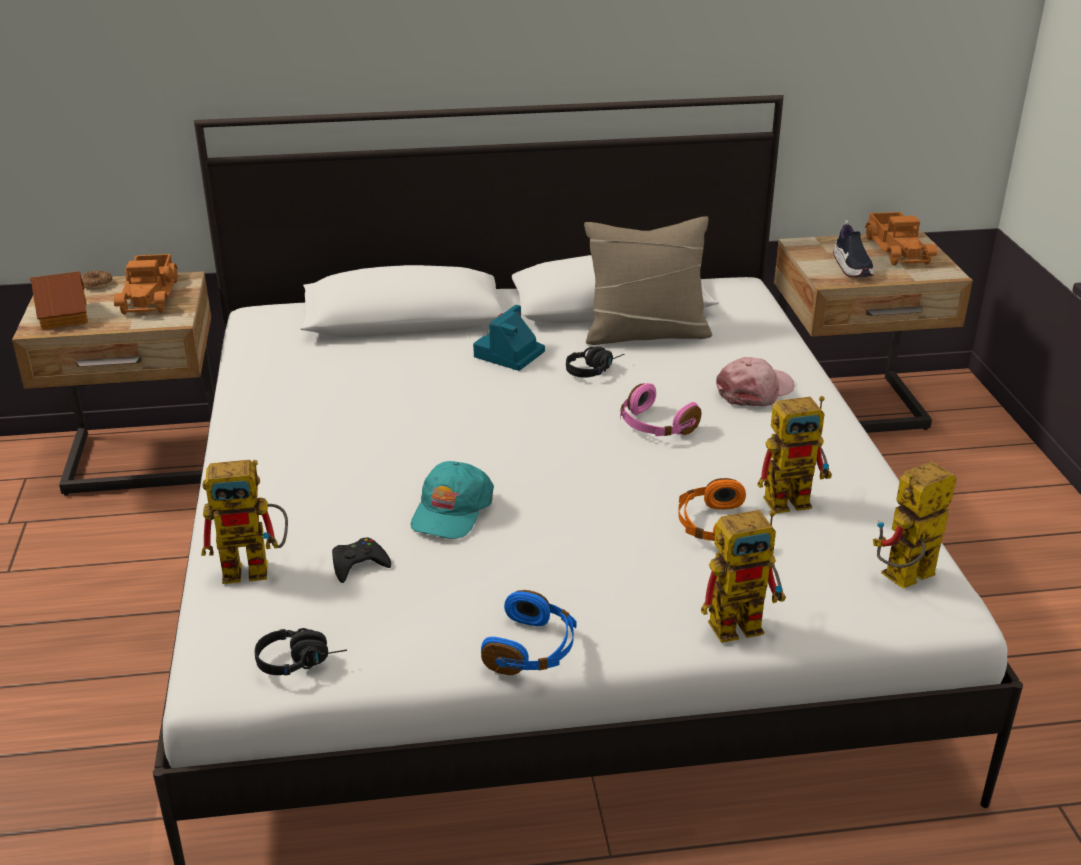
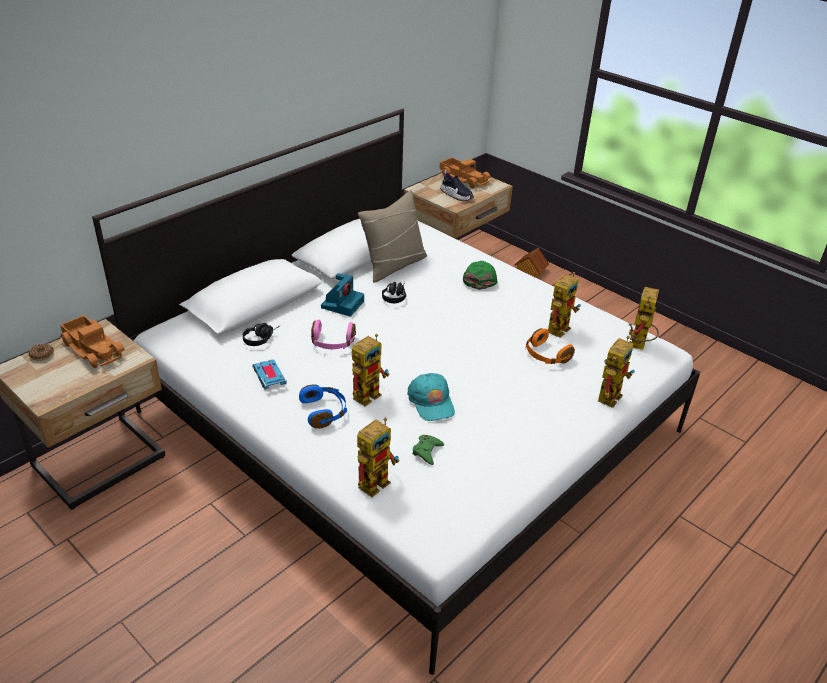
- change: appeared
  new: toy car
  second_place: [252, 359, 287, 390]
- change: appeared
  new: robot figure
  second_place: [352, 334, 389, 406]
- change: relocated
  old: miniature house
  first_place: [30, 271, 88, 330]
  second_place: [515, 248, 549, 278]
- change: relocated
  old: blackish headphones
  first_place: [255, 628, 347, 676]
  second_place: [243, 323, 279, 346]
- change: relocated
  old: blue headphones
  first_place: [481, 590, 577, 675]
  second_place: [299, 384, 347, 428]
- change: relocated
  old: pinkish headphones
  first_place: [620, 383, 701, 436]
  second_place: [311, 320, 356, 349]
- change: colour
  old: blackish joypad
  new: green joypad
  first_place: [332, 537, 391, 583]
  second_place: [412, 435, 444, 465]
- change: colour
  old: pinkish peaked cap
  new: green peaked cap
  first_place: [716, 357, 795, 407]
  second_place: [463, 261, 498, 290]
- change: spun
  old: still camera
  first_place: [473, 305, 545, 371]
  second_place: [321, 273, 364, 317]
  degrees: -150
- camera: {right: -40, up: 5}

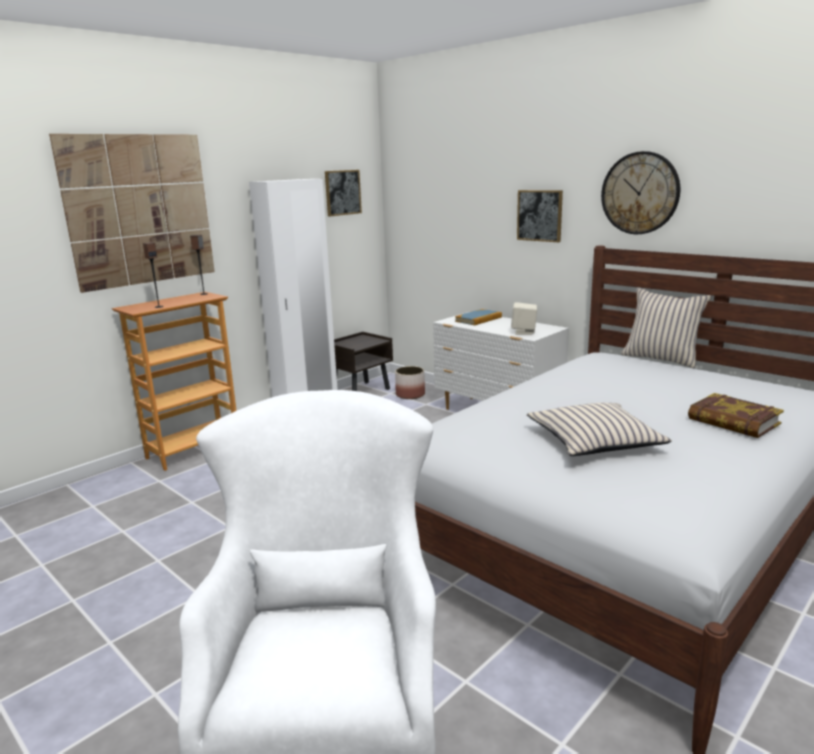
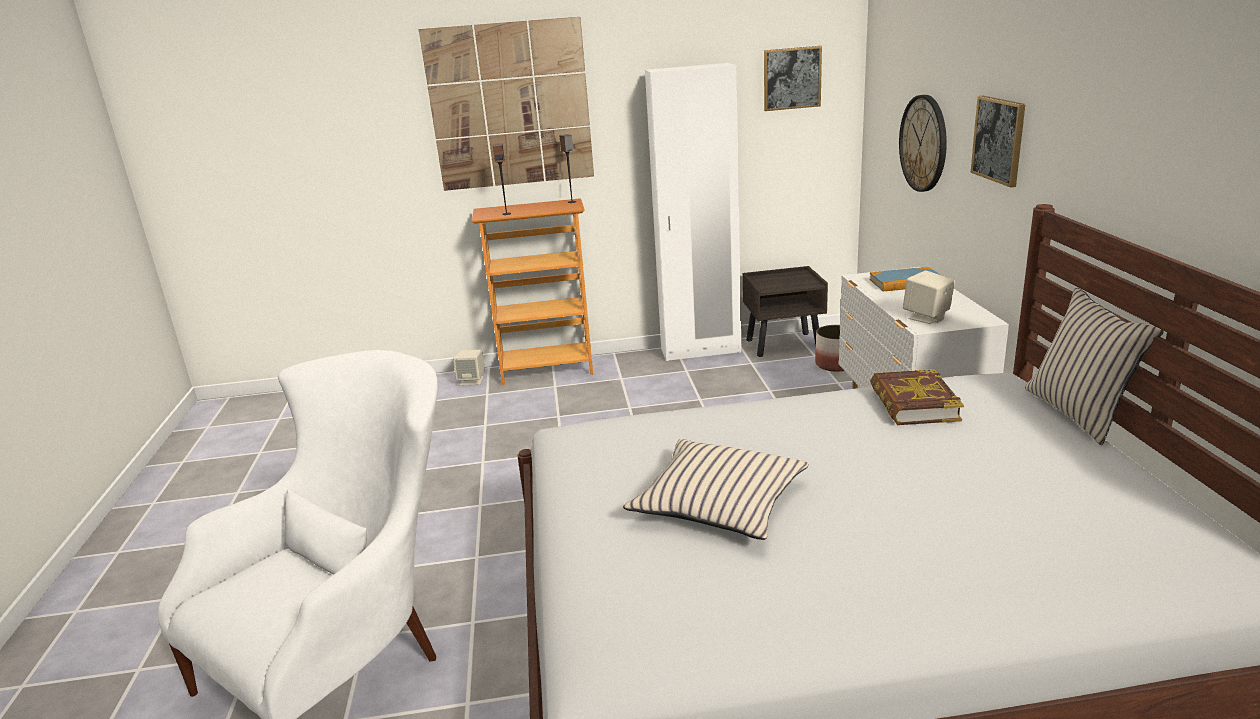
- change: appeared
  new: beige-coloured audio speaker
  second_place: [453, 350, 485, 386]
- change: relocated
  old: clock on the wall
  first_place: [601, 151, 680, 234]
  second_place: [899, 95, 947, 192]
- change: relocated
  old: volume
  first_place: [688, 393, 784, 438]
  second_place: [870, 369, 964, 425]
- camera: {right: 40, up: 5}

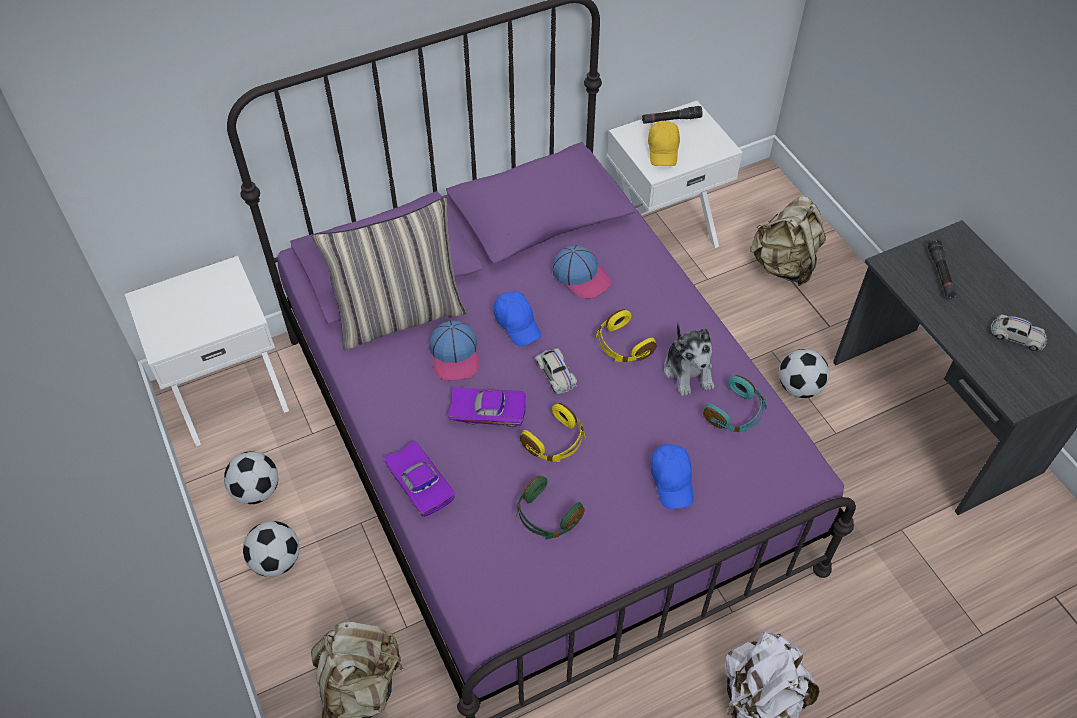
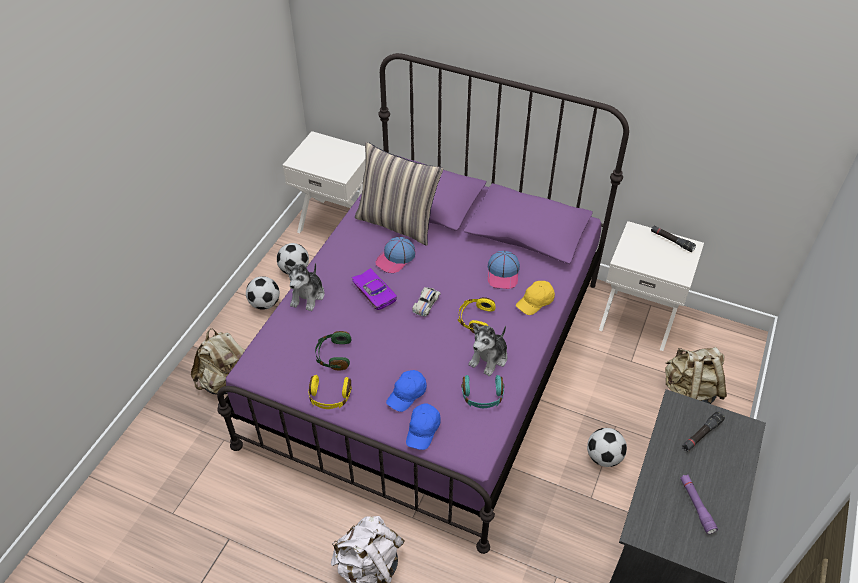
- change: relocated
  old: blue peaked cap
  first_place: [494, 292, 541, 346]
  second_place: [406, 403, 441, 450]
- change: relocated
  old: yellowish headphones
  first_place: [520, 403, 585, 462]
  second_place: [309, 375, 352, 409]
- change: relocated
  old: yellowish peaked cap
  first_place: [648, 121, 680, 166]
  second_place: [516, 281, 555, 315]
- change: exchanged
  old: purplish toy car
  new: cuddly toy
  first_place: [384, 441, 455, 517]
  second_place: [284, 263, 324, 311]
- change: exchanged
  old: white-coloured toy car
  new: purplish flashlight
  first_place: [991, 314, 1048, 351]
  second_place: [680, 474, 718, 534]
- camera: {right: 50, up: -5}

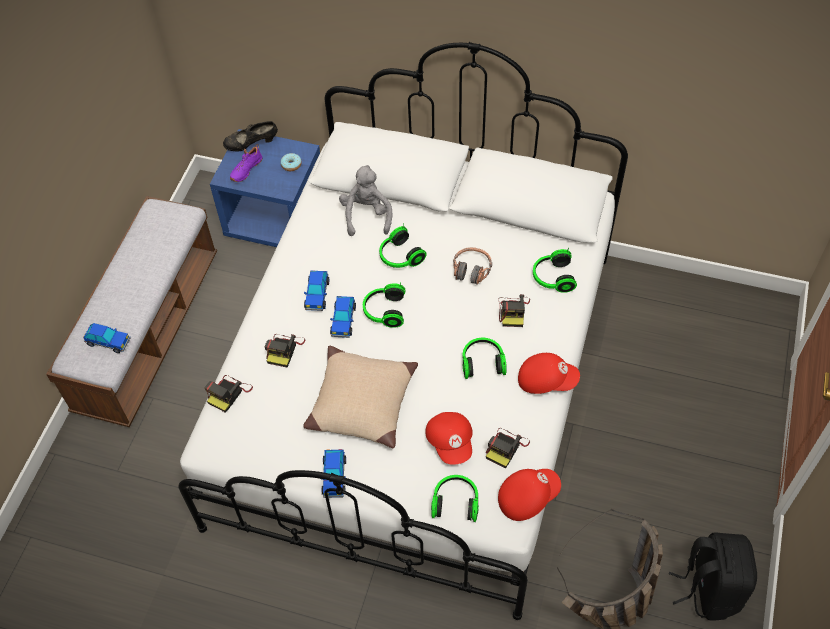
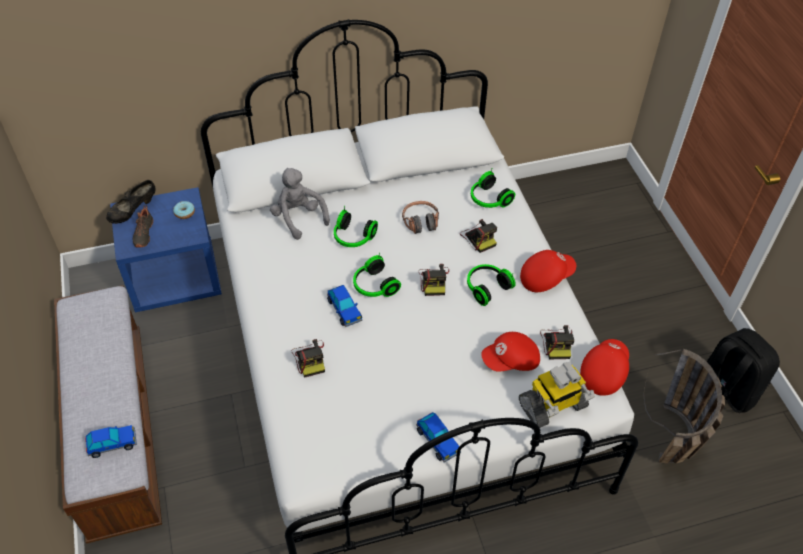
- change: missing
  old: beige-coloured cushion
  first_place: [303, 346, 418, 448]
- change: missing
  old: toy car
  first_place: [304, 270, 329, 311]
- change: relocated
  old: still camera
  first_place: [204, 375, 253, 413]
  second_place: [419, 264, 449, 296]
- change: exchanged
  old: headphones
  new: robot figure
  first_place: [431, 475, 479, 522]
  second_place: [519, 362, 595, 428]
- change: colour
  old: purplish shoe
  new: blackish shoe
  first_place: [230, 144, 262, 182]
  second_place: [133, 205, 154, 247]
- change: spun
  old: red-coloured peaked cap
  first_place: [425, 412, 473, 465]
  second_place: [481, 332, 540, 372]
  degrees: 120
- camera: {right: -35, up: -5}

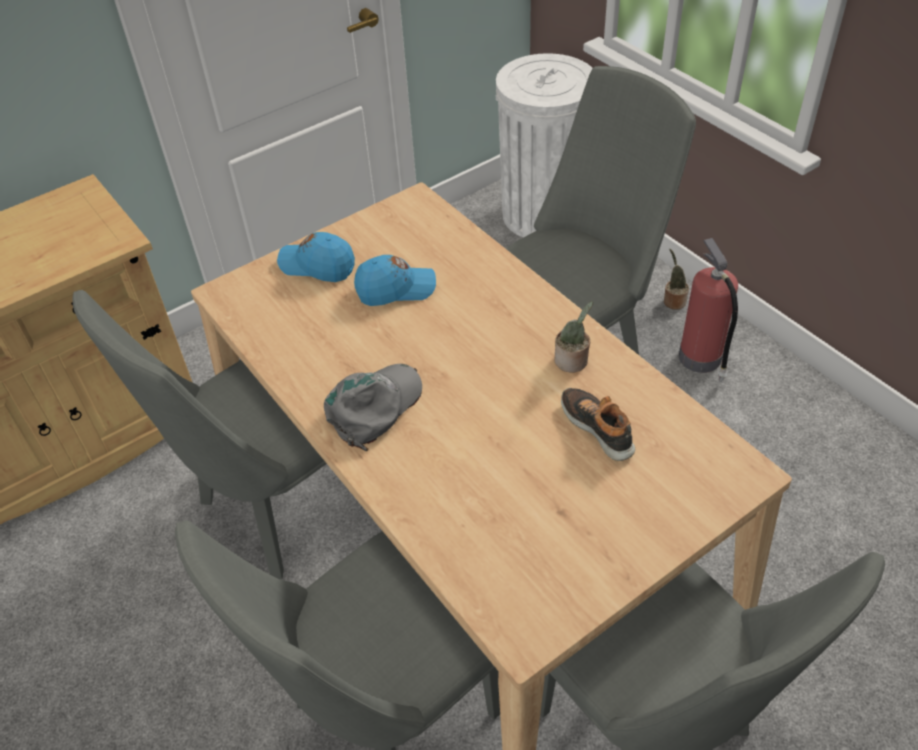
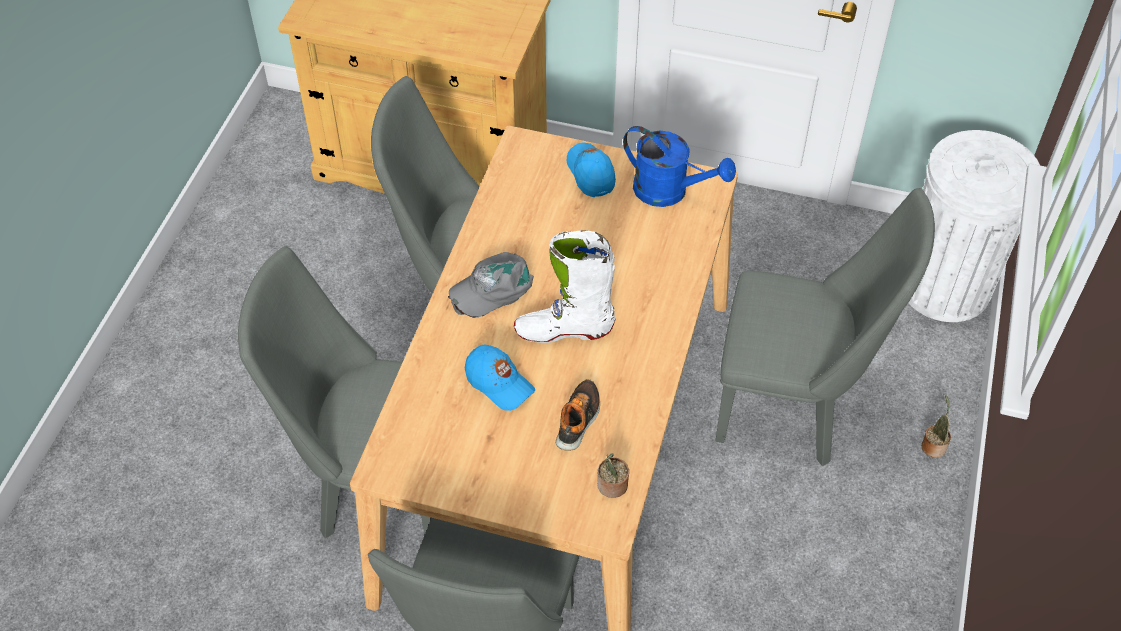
- change: missing
  old: extinguisher
  first_place: [679, 238, 738, 382]
- change: appeared
  new: white-coloured high-top boot
  second_place: [514, 230, 615, 343]
- change: appeared
  new: blue watering pot
  second_place: [623, 126, 736, 207]
- change: relocated
  old: blue peaked cap
  first_place: [354, 255, 436, 306]
  second_place: [465, 344, 535, 411]
- change: relocated
  old: plant in a pot
  first_place: [554, 301, 593, 373]
  second_place: [597, 453, 629, 498]
- change: spun
  old: greyish peaked cap
  first_place: [324, 364, 422, 451]
  second_place: [448, 252, 534, 318]
  degrees: 150
- camera: {right: 50, up: 5}

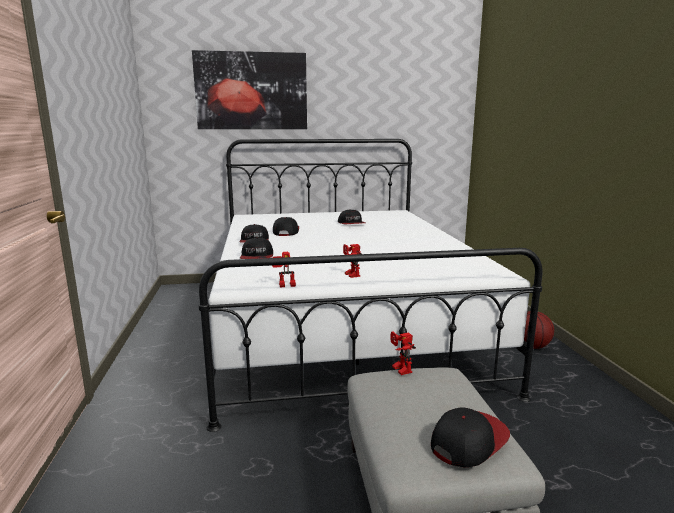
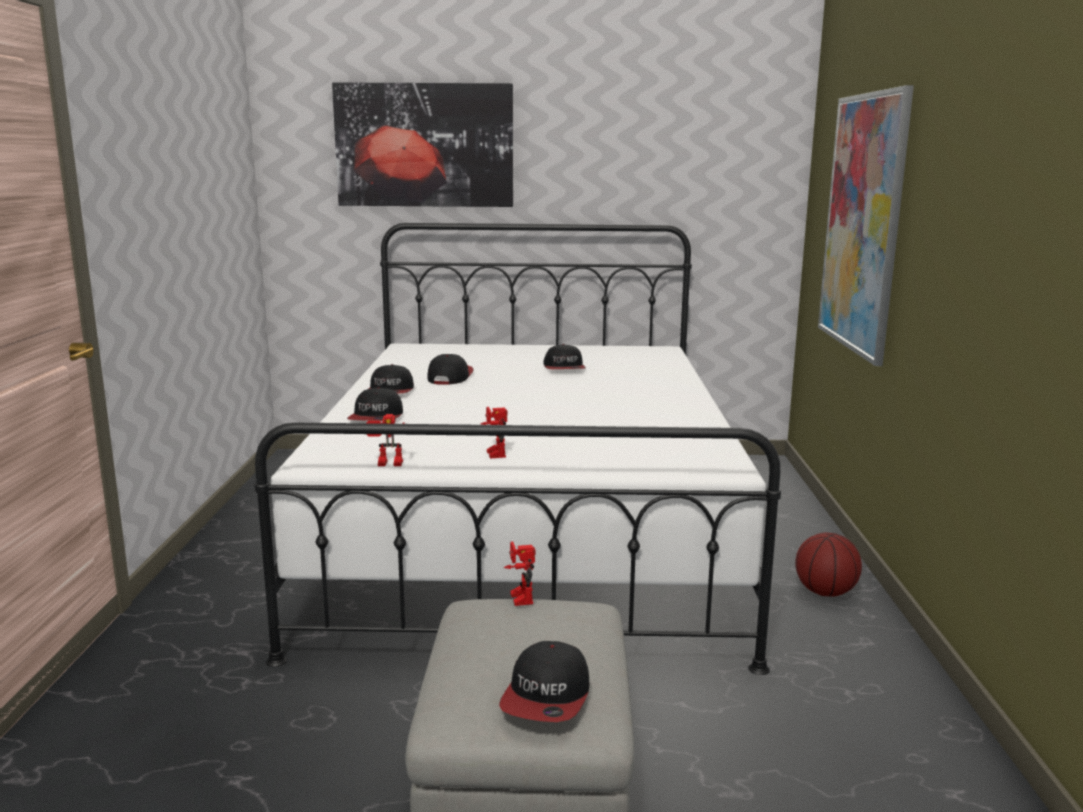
- change: appeared
  new: wall art
  second_place: [818, 85, 914, 366]
- change: spun
  old: peaked cap
  first_place: [431, 407, 510, 467]
  second_place: [499, 641, 589, 722]
  degrees: 135
- camera: {right: 10, up: 0}

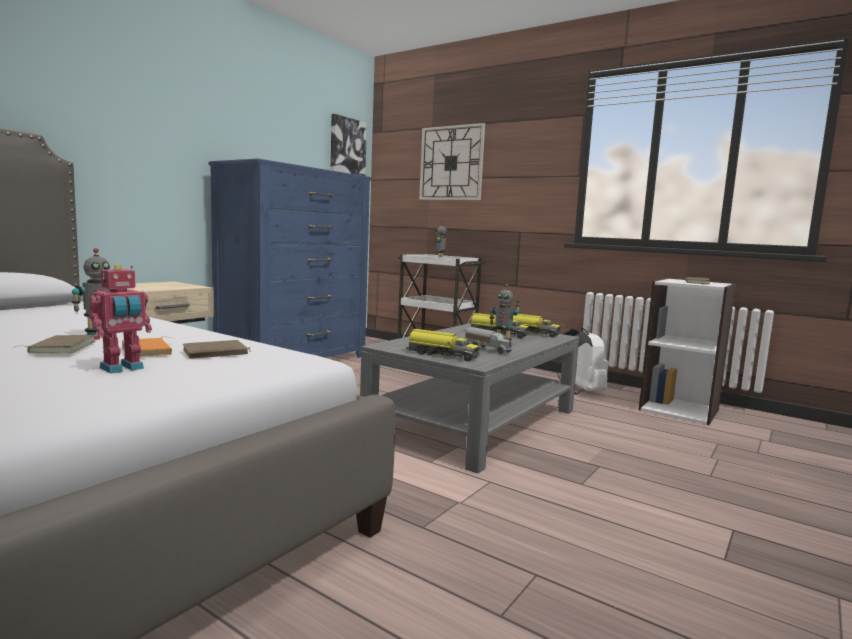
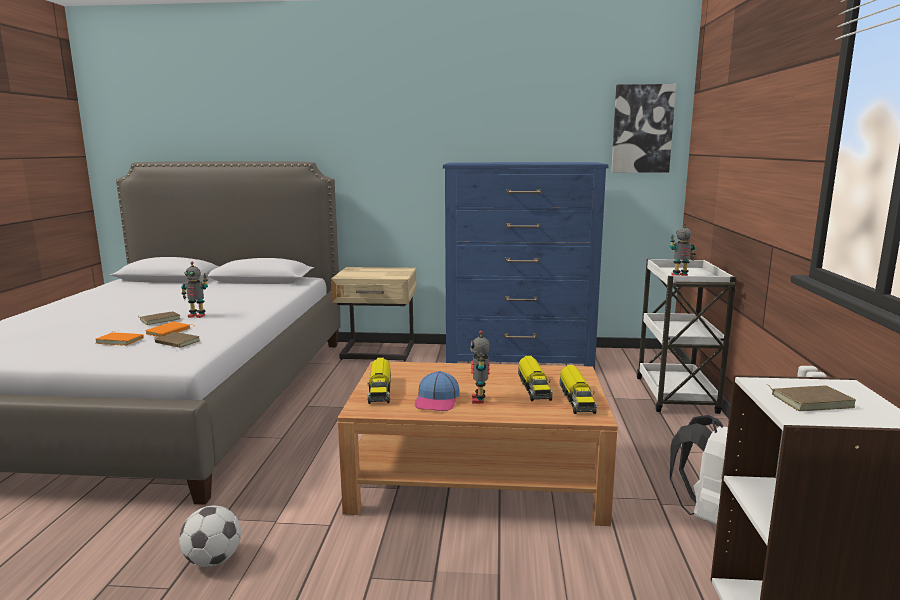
- change: missing
  old: clock on the wall
  first_place: [419, 123, 485, 200]
- change: appeared
  new: football
  second_place: [179, 505, 241, 567]
- change: exchanged
  old: robot figure
  new: orange-coloured volume
  first_place: [88, 264, 152, 374]
  second_place: [96, 331, 143, 346]
- change: exchanged
  old: toy truck
  new: peaked cap
  first_place: [465, 327, 514, 354]
  second_place: [415, 371, 459, 411]
- change: colour
  old: greyish low table
  new: brownish low table
  first_place: [360, 323, 579, 473]
  second_place: [337, 361, 618, 526]
- camera: {right: 60, up: 5}

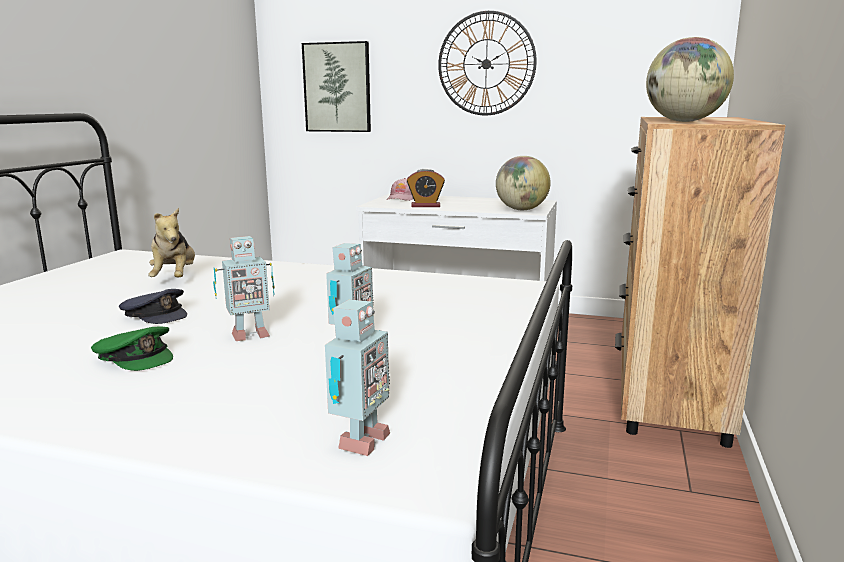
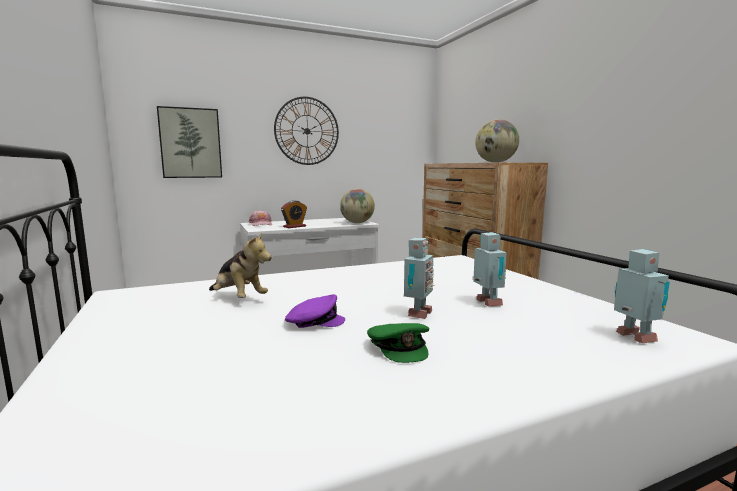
- change: colour
  old: greyish peaked cap
  new: purplish peaked cap
  first_place: [119, 289, 187, 324]
  second_place: [285, 294, 345, 328]
- change: spun
  old: green peaked cap
  first_place: [91, 326, 173, 371]
  second_place: [367, 323, 429, 363]
  degrees: 75
- camera: {right: -40, up: -5}

